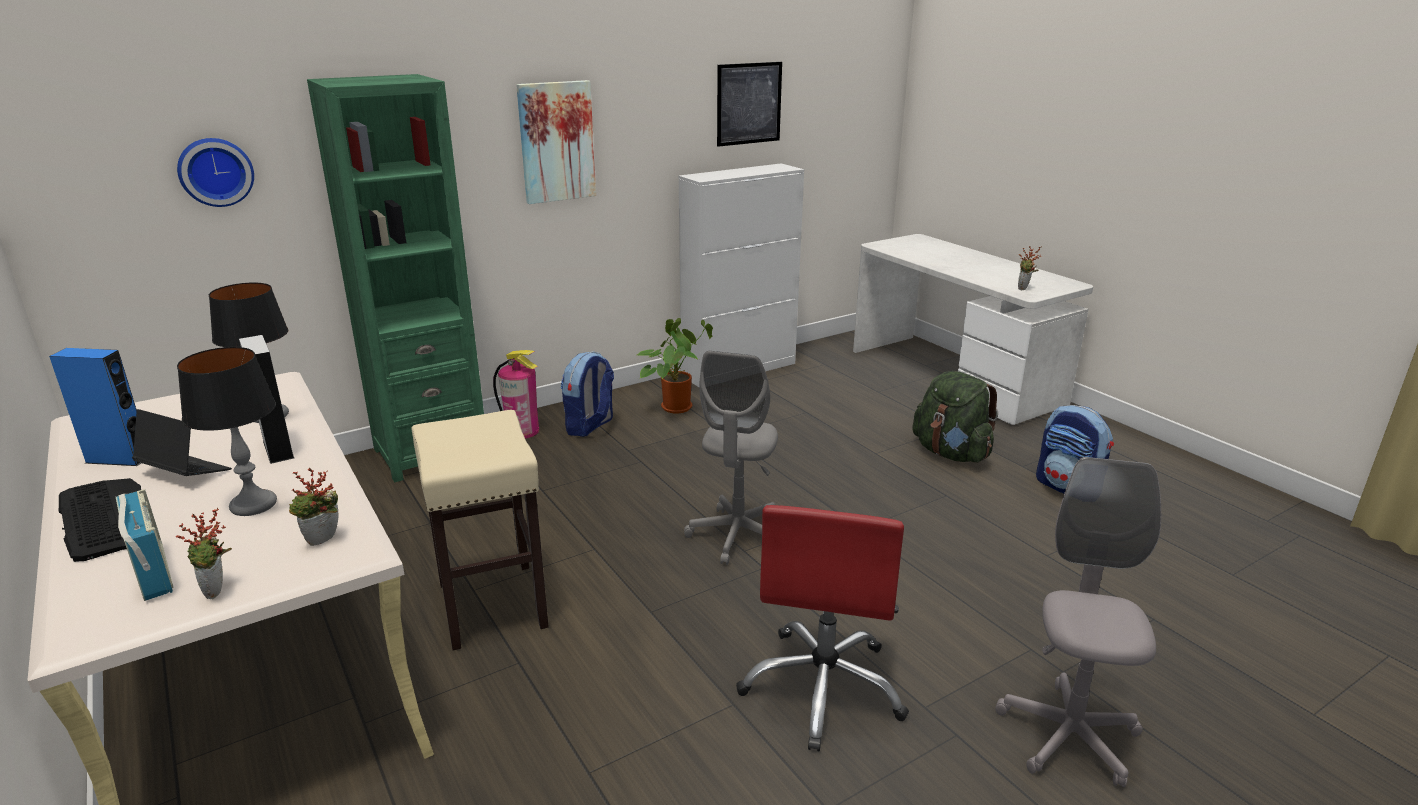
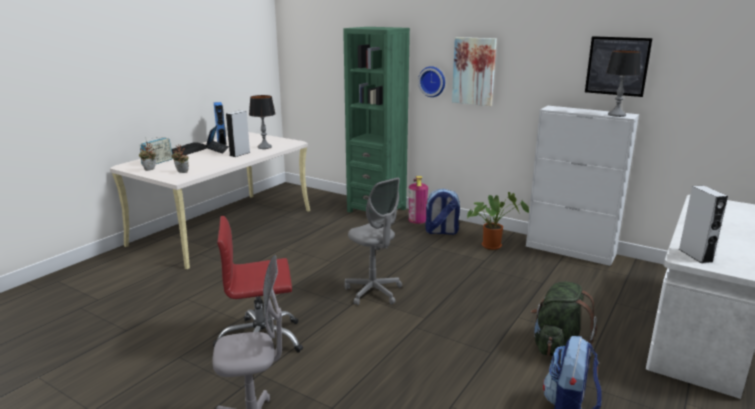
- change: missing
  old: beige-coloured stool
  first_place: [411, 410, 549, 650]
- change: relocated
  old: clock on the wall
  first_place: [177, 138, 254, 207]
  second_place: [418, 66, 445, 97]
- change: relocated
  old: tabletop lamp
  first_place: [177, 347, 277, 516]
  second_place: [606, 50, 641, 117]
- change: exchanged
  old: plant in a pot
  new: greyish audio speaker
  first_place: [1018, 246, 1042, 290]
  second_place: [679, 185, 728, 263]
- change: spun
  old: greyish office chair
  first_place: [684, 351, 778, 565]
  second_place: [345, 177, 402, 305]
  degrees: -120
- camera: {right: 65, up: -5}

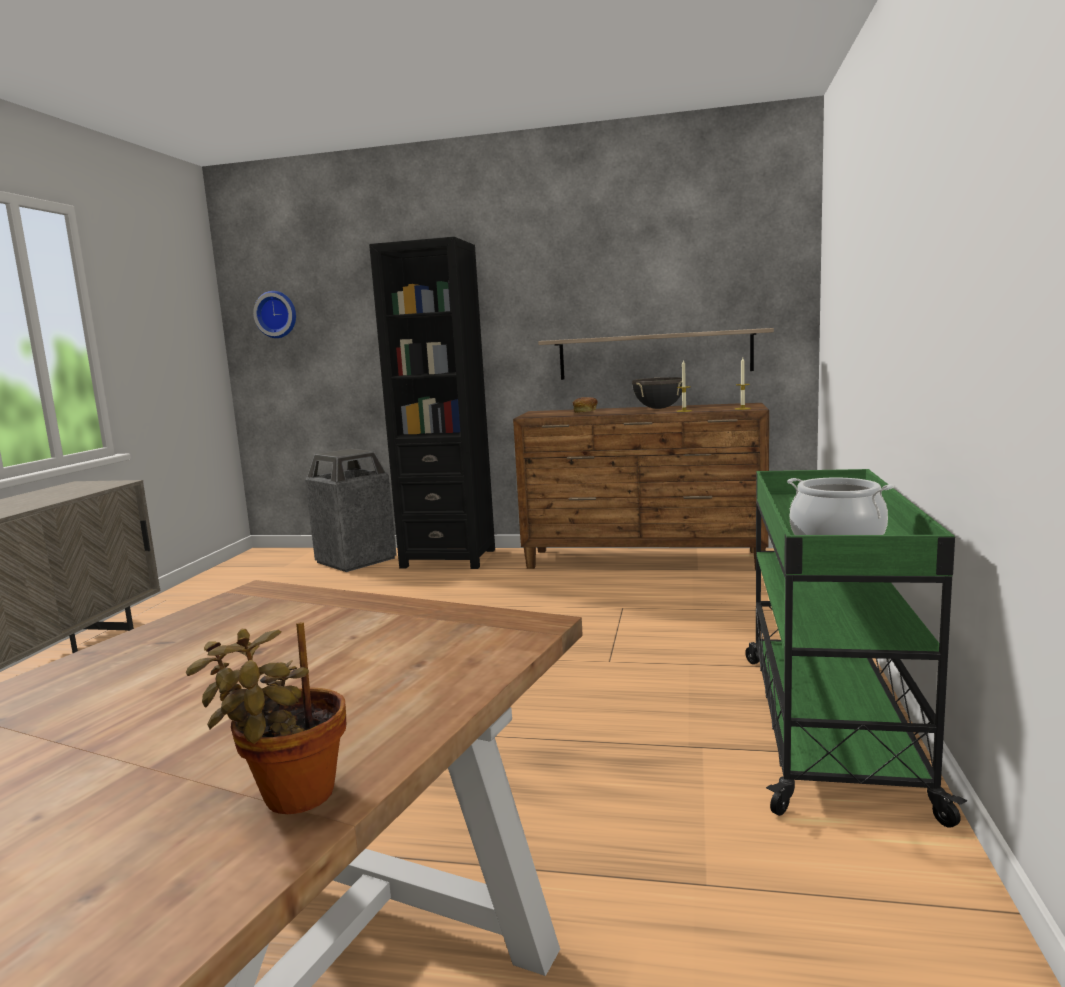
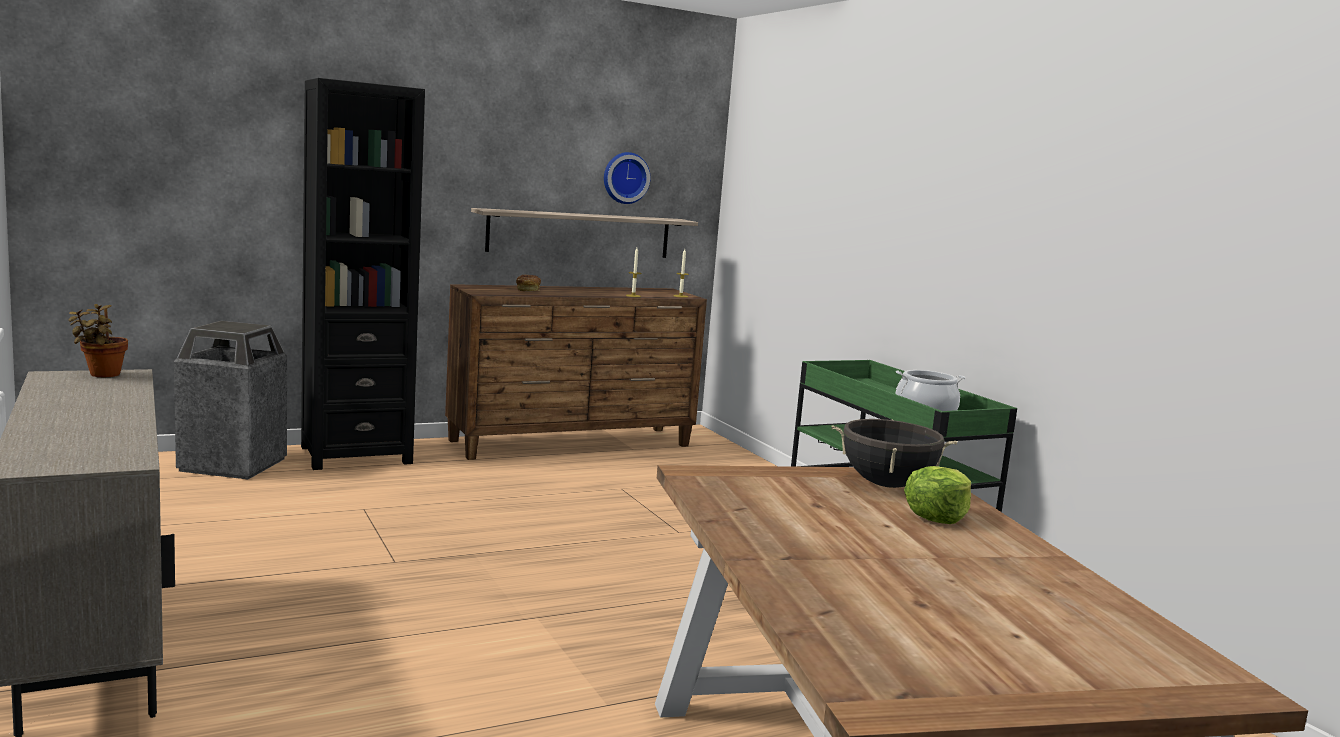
- change: appeared
  new: lettuce head
  second_place: [904, 466, 971, 524]
- change: relocated
  old: plant in a pot
  first_place: [186, 622, 346, 814]
  second_place: [68, 304, 128, 377]
- change: relocated
  old: clock on the wall
  first_place: [253, 291, 296, 338]
  second_place: [604, 152, 650, 204]
- change: relocated
  old: blackish saucepot
  first_place: [632, 377, 682, 409]
  second_place: [831, 419, 957, 488]
- camera: {right: -40, up: 0}

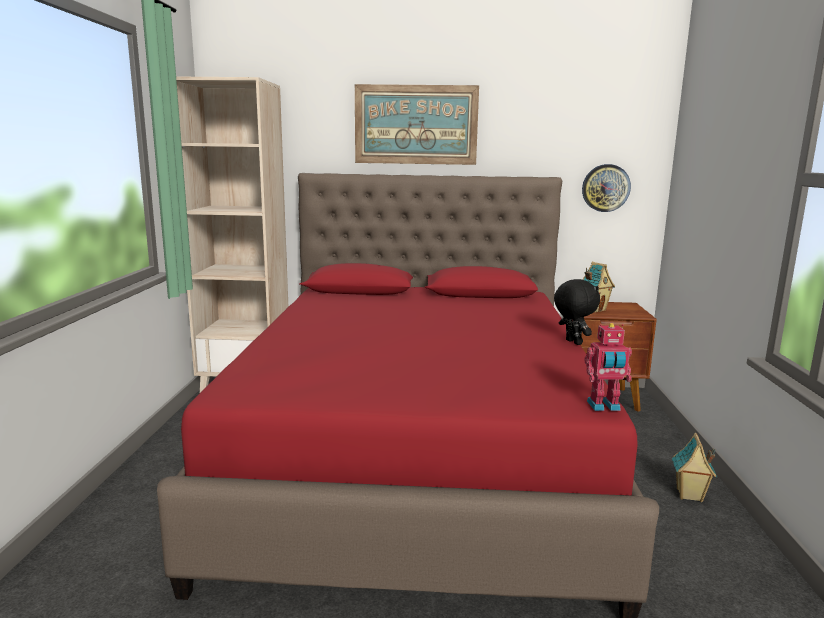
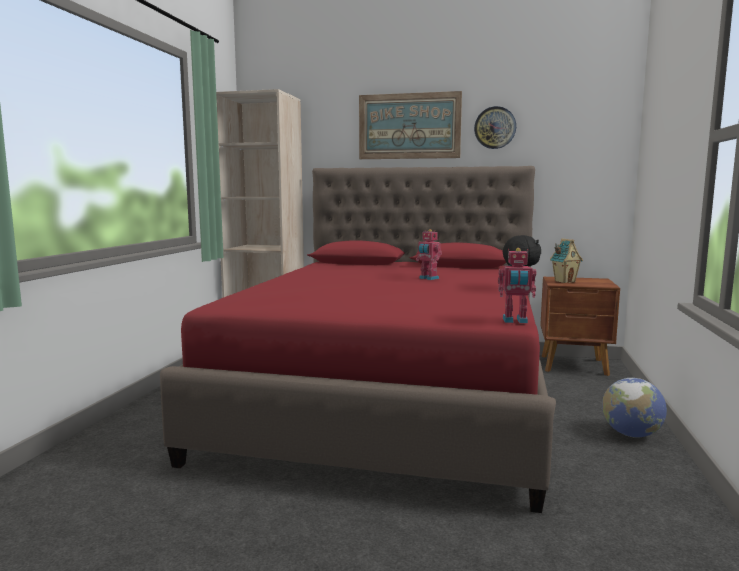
- change: appeared
  new: robot figure
  second_place: [416, 229, 442, 280]
- change: relocated
  old: clock on the wall
  first_place: [582, 164, 631, 212]
  second_place: [474, 106, 516, 149]
- change: exchanged
  old: miniature house
  new: world globe
  first_place: [672, 433, 717, 502]
  second_place: [602, 378, 667, 438]
- camera: {right: 10, up: -5}

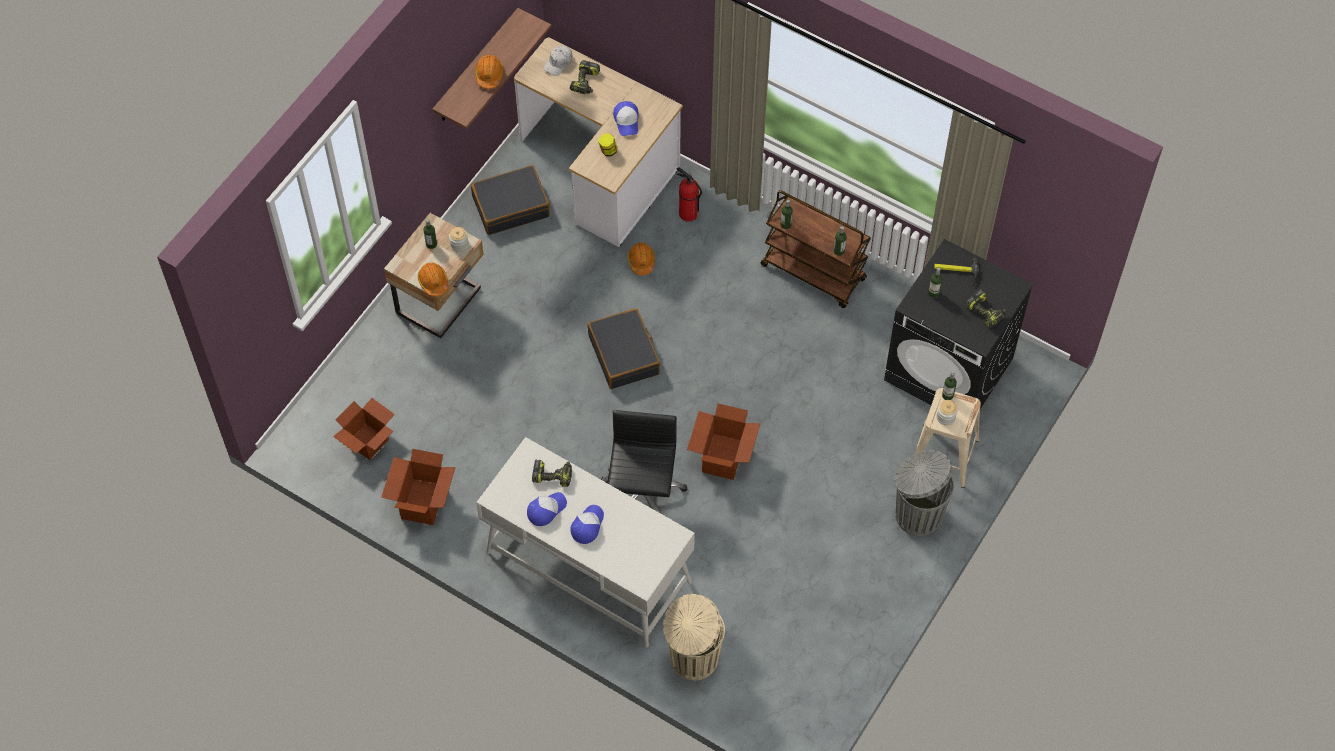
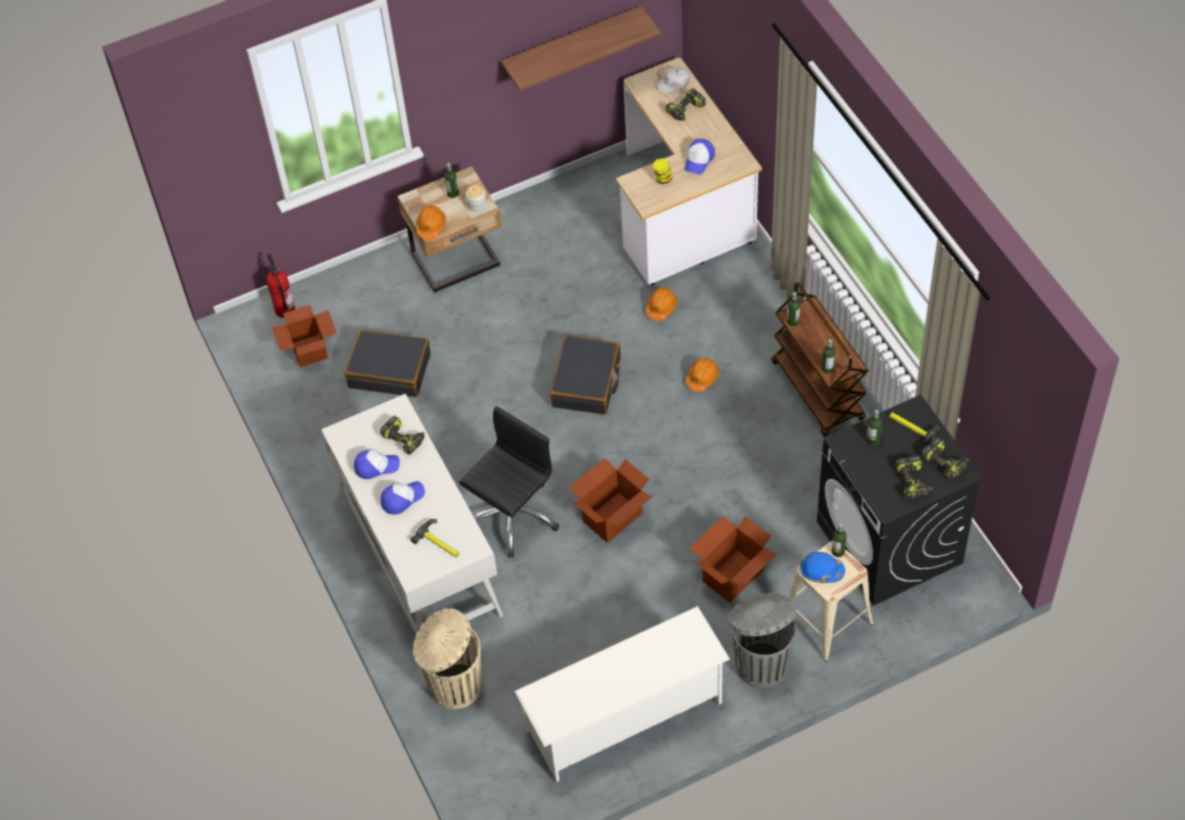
- change: appeared
  new: hand hammer
  second_place: [410, 519, 459, 557]
- change: appeared
  new: white-coloured shoe rack
  second_place: [514, 606, 730, 782]
- change: appeared
  new: electric drill
  second_place: [922, 437, 969, 480]
- change: relocated
  old: carton
  first_place: [381, 449, 456, 525]
  second_place: [689, 516, 776, 602]
- change: relocated
  old: blackish piece of luggage
  first_place: [471, 165, 550, 235]
  second_place: [345, 330, 431, 397]
- change: relocated
  old: orange-coloured safety helmet
  first_place: [475, 55, 503, 89]
  second_place: [686, 358, 719, 392]
- change: relocated
  old: extinguisher
  first_place: [676, 167, 702, 222]
  second_place: [266, 254, 295, 318]
- change: exchanged
  old: jar
  new: blue safety helmet
  first_place: [936, 400, 958, 425]
  second_place: [800, 552, 845, 583]
- camera: {right: 35, up: -5}

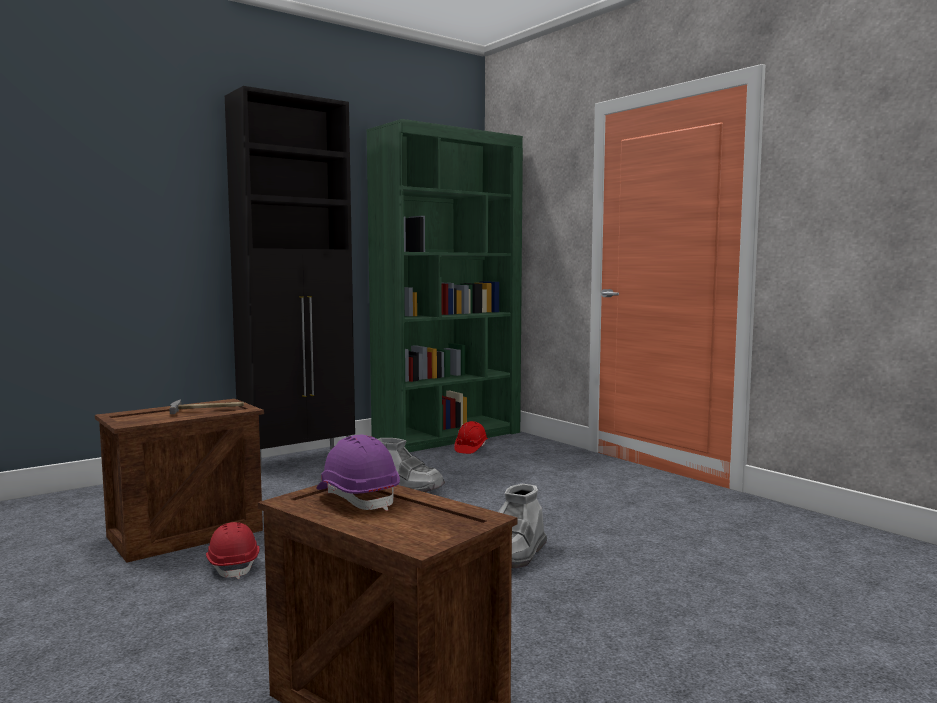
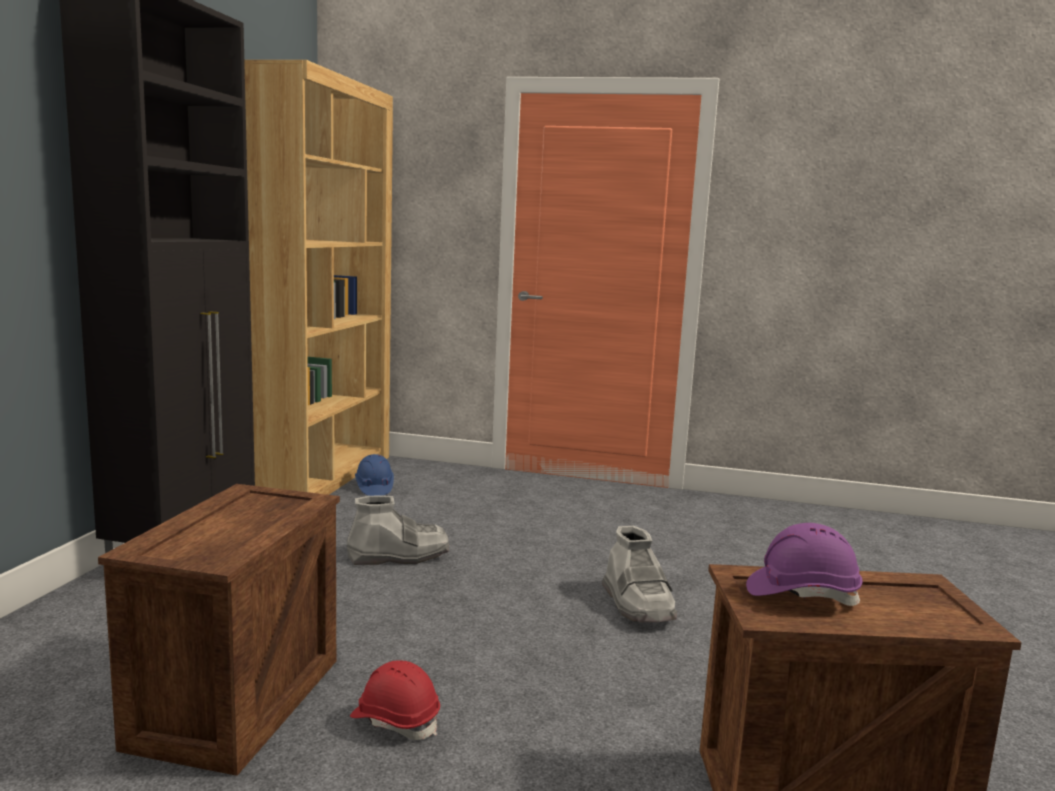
- change: missing
  old: hand hammer
  first_place: [169, 399, 244, 414]
- change: colour
  old: green shelving unit
  new: brownish shelving unit
  first_place: [367, 119, 523, 452]
  second_place: [244, 60, 393, 495]
- change: colour
  old: red-coloured safety helmet
  new: blue safety helmet
  first_place: [454, 421, 488, 454]
  second_place: [355, 454, 394, 496]
- camera: {right: -40, up: 5}

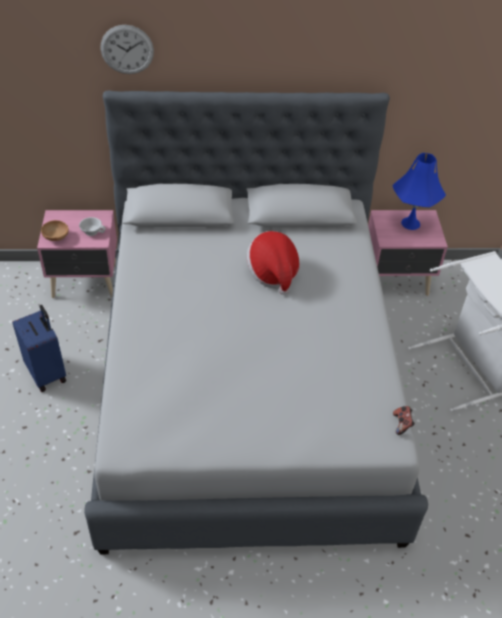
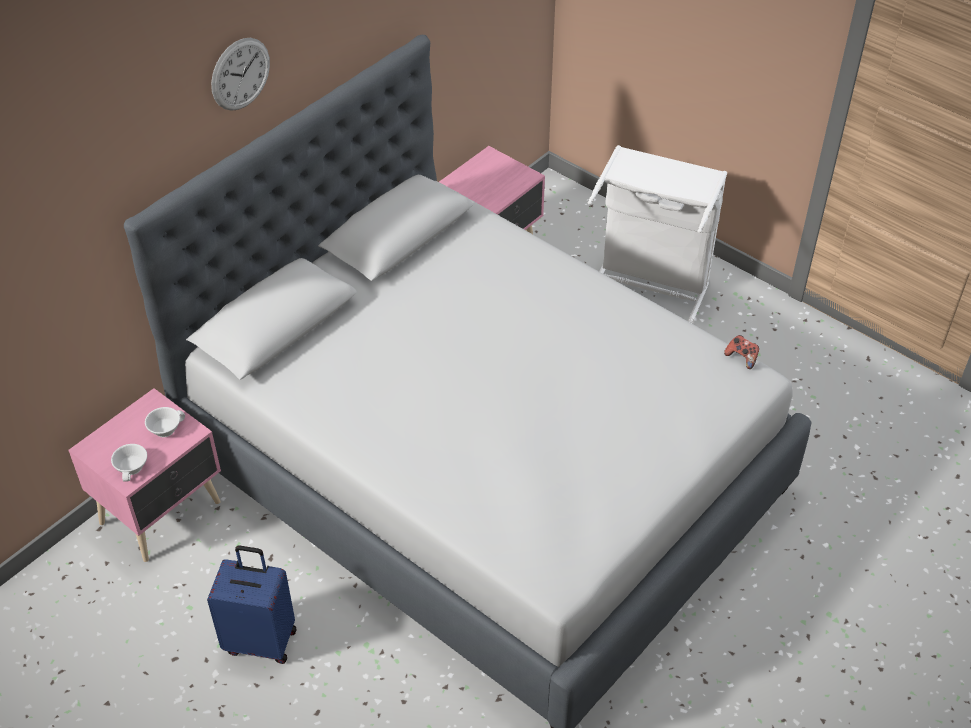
- change: missing
  old: hat
  first_place: [247, 231, 300, 295]
- change: missing
  old: blue tabletop lamp
  first_place: [392, 153, 446, 230]
- change: relocated
  old: clock on the wall
  first_place: [101, 25, 154, 74]
  second_place: [211, 38, 270, 111]
- change: exchanged
  old: brownish serving bowl
  new: white-coloured cup
  first_place: [41, 220, 69, 241]
  second_place: [111, 444, 147, 482]
- camera: {right: -45, up: 0}

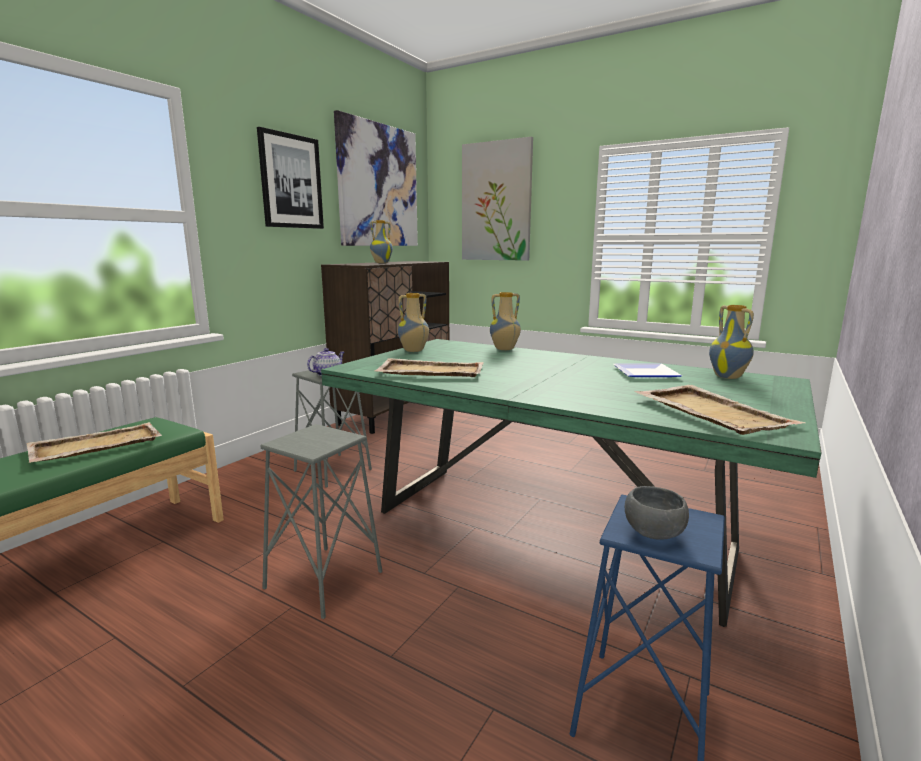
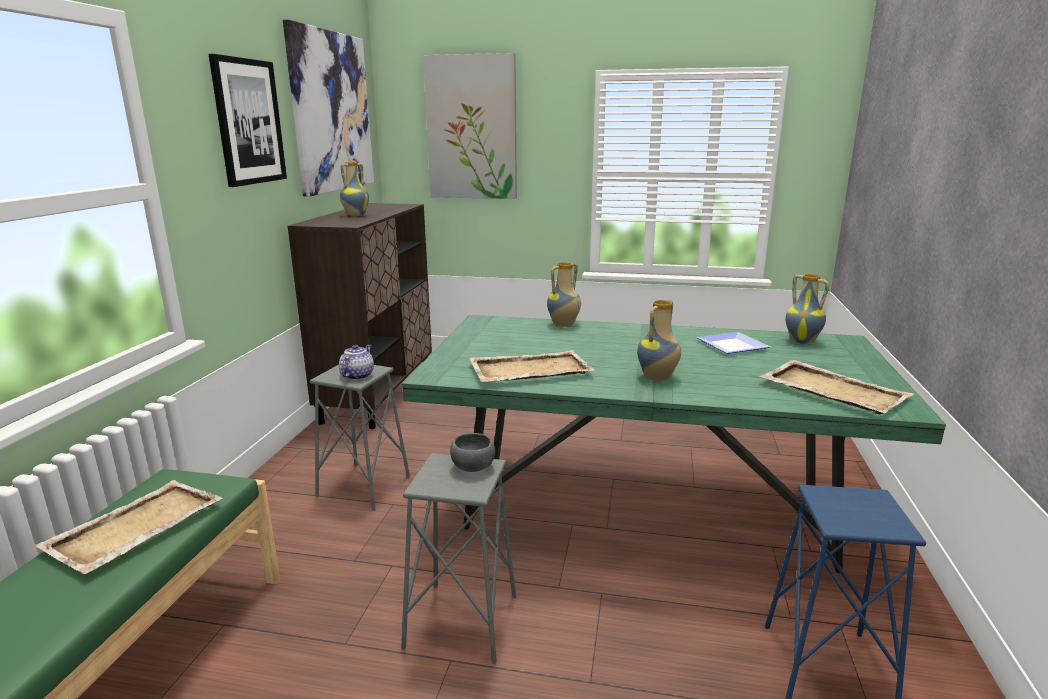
- change: relocated
  old: vase
  first_place: [398, 293, 429, 352]
  second_place: [637, 300, 681, 381]
- change: relocated
  old: greyish serving bowl
  first_place: [625, 486, 689, 540]
  second_place: [450, 433, 495, 472]
- camera: {right: -20, up: 5}

